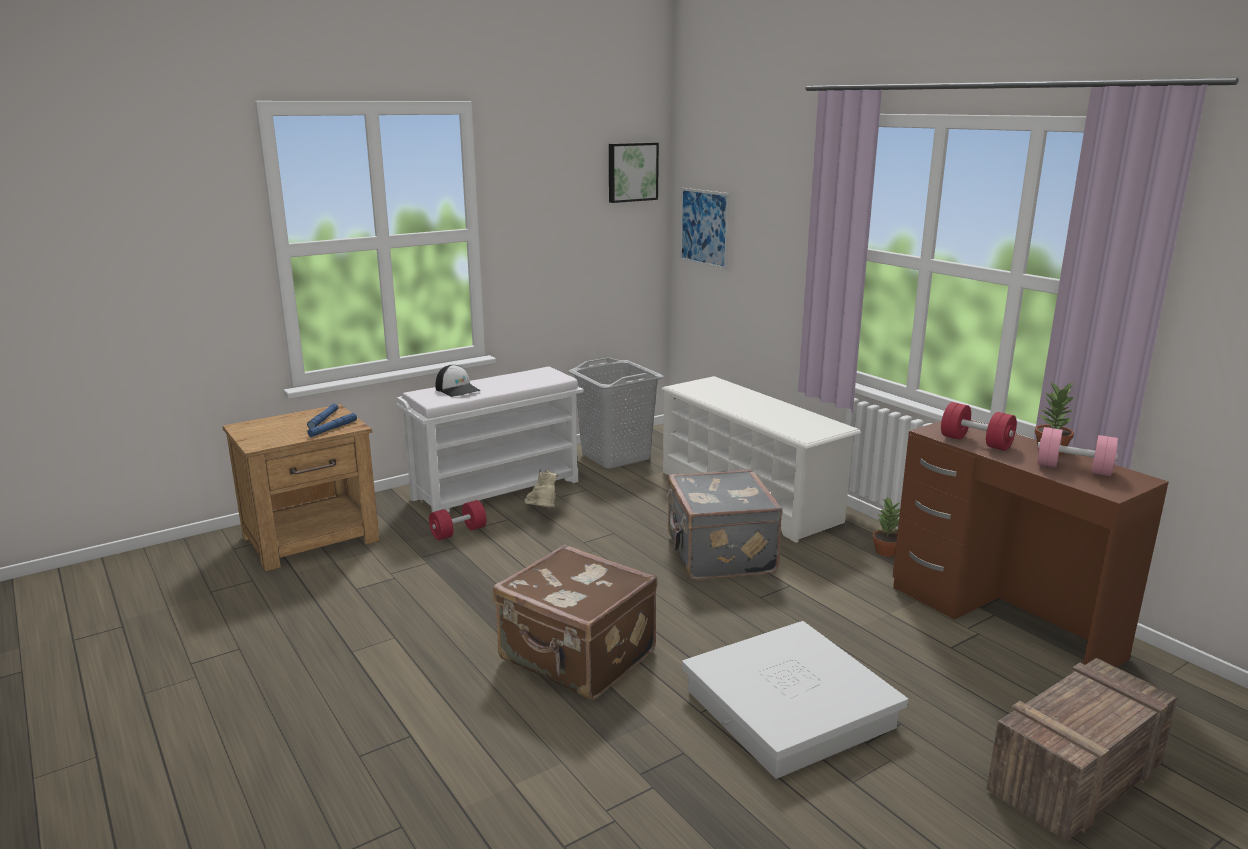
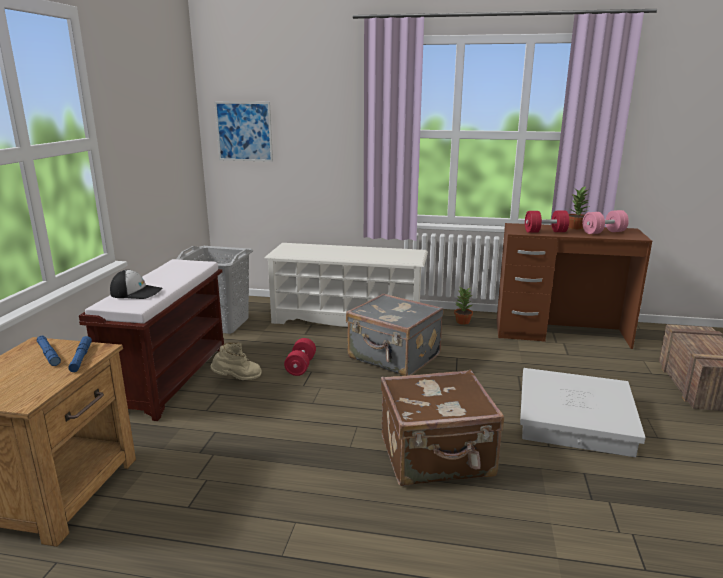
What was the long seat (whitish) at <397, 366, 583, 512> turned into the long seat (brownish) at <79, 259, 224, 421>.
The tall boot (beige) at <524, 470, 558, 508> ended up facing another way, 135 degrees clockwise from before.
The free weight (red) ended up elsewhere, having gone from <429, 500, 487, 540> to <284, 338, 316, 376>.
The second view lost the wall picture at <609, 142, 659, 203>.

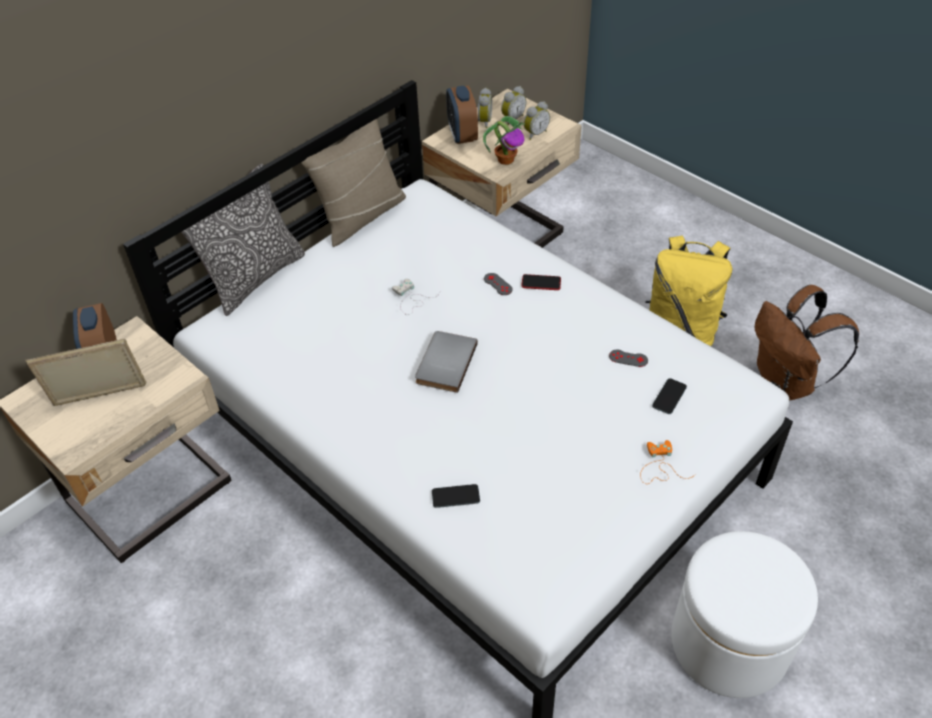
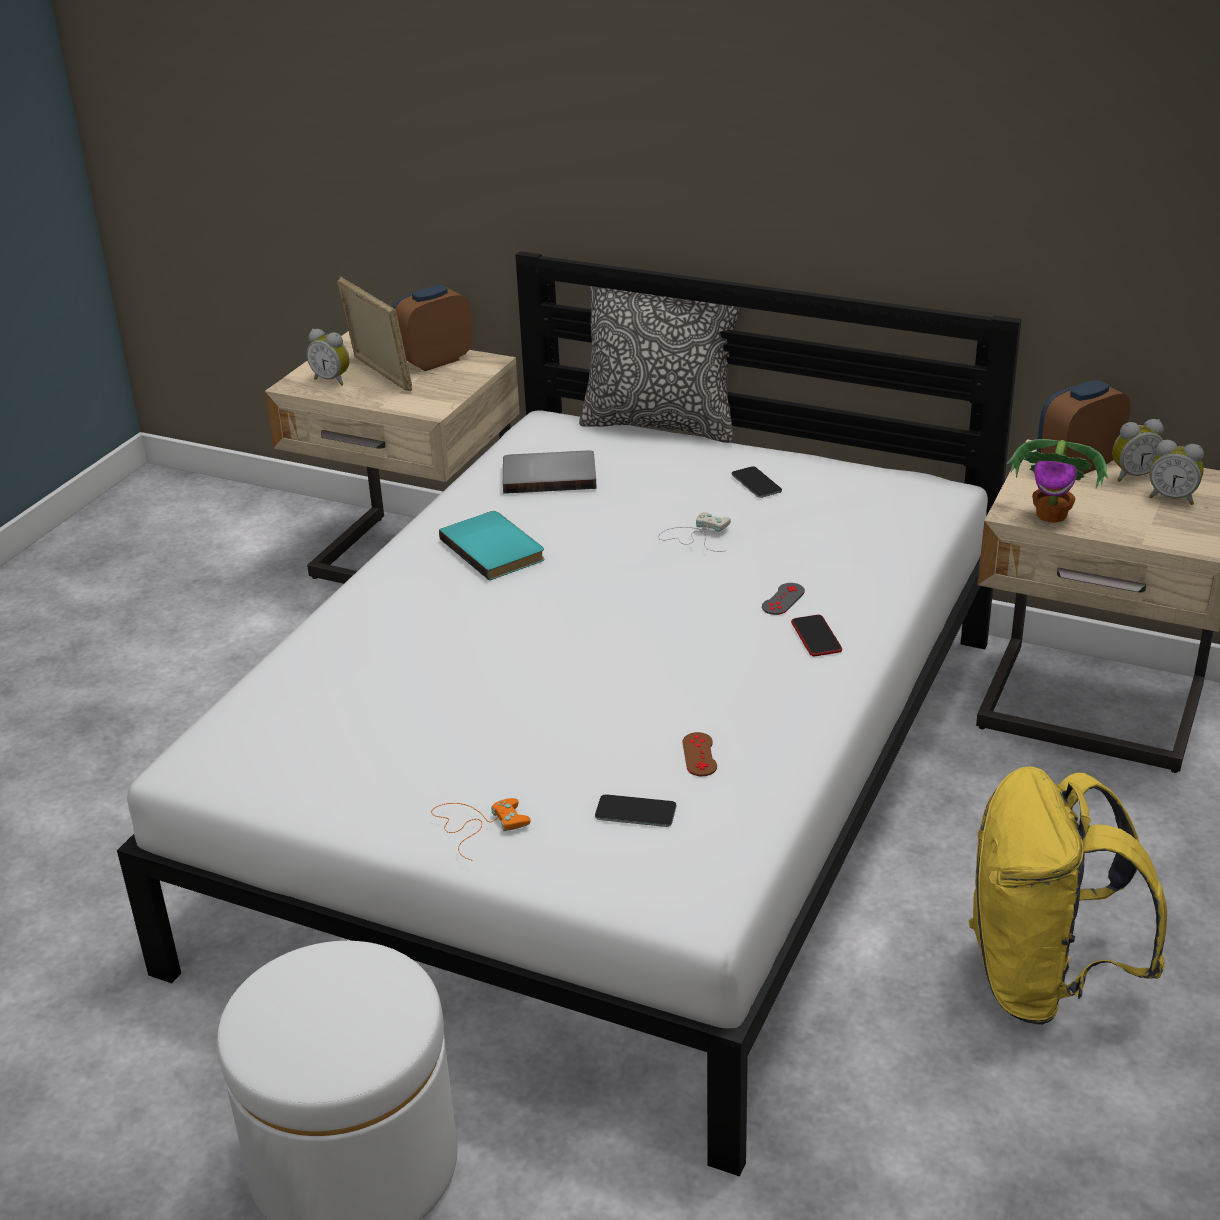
The alarm clock ended up elsewhere, having gone from <524, 101, 550, 140> to <307, 329, 350, 386>.
The second view gained the volume (blue-green) at <439, 511, 545, 581>.
The volume (gray) ended up elsewhere, having gone from <415, 331, 478, 393> to <503, 451, 597, 494>.
What was the gamepad (gray) at <609, 349, 648, 367> turned into the gamepad (brownish) at <683, 732, 717, 776>.
The handset ended up elsewhere, having gone from <432, 484, 480, 508> to <732, 466, 782, 498>.
The second view lost the pillow (beige) at <301, 119, 406, 247>.
The second view lost the backpack (brownish) at <755, 285, 859, 400>.

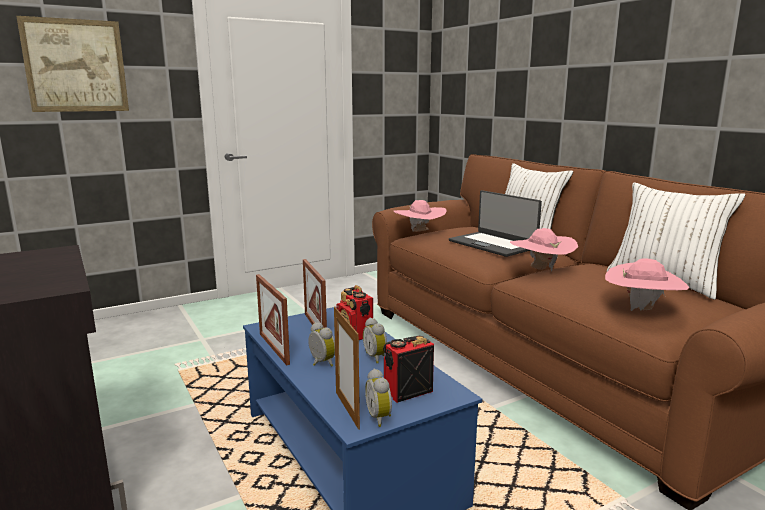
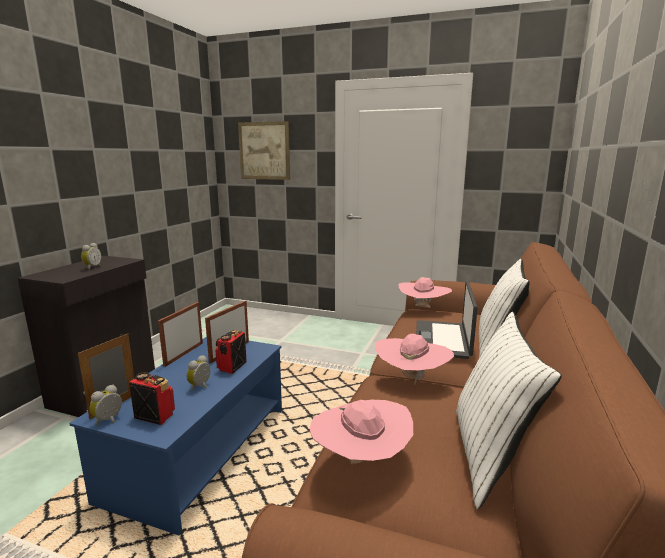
The alarm clock ended up elsewhere, having gone from <308, 322, 335, 367> to <81, 243, 101, 270>.

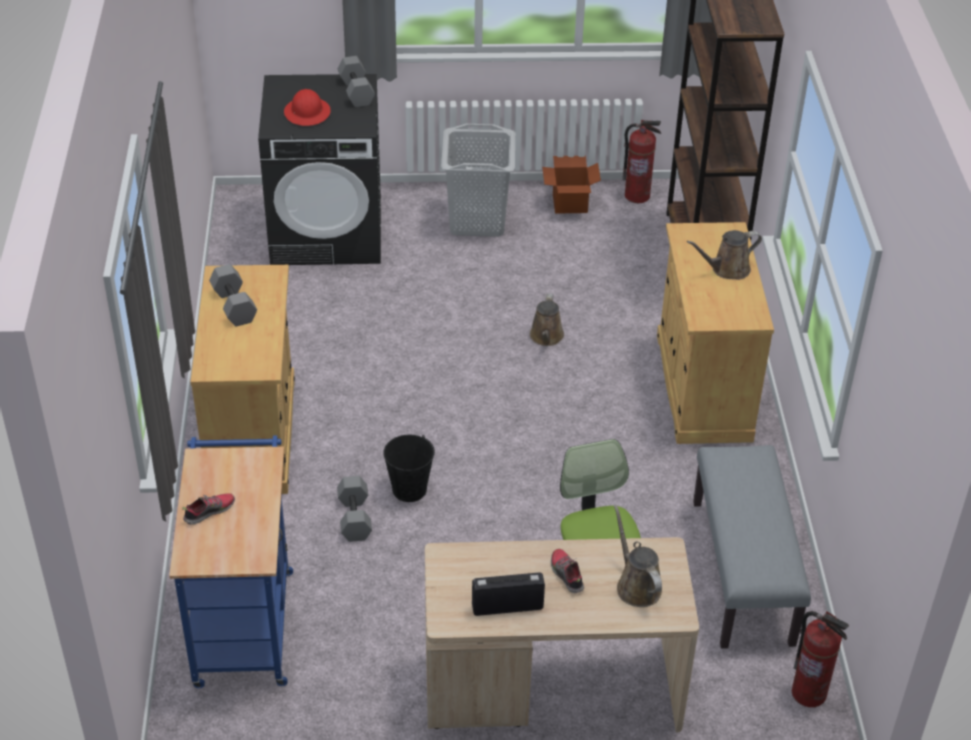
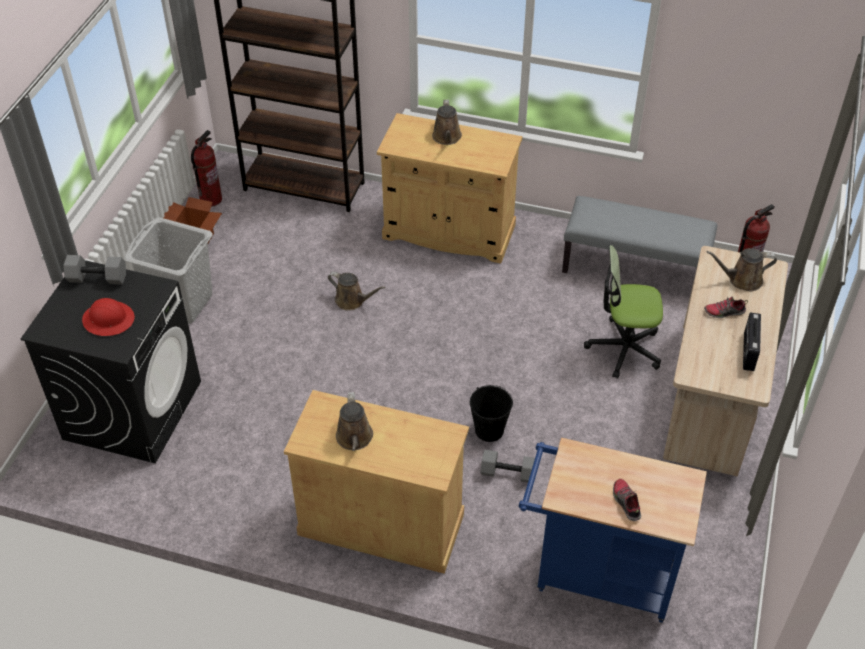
Where the free weight (gray) stood at <209, 264, 257, 327>, the sprinkling can (brownish) came to stand at <336, 392, 373, 451>.

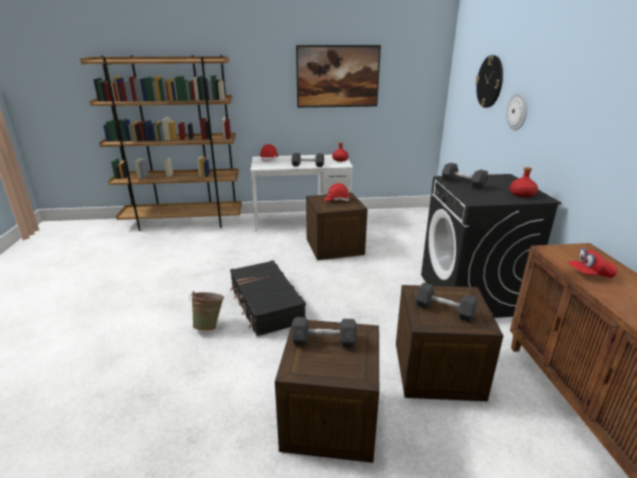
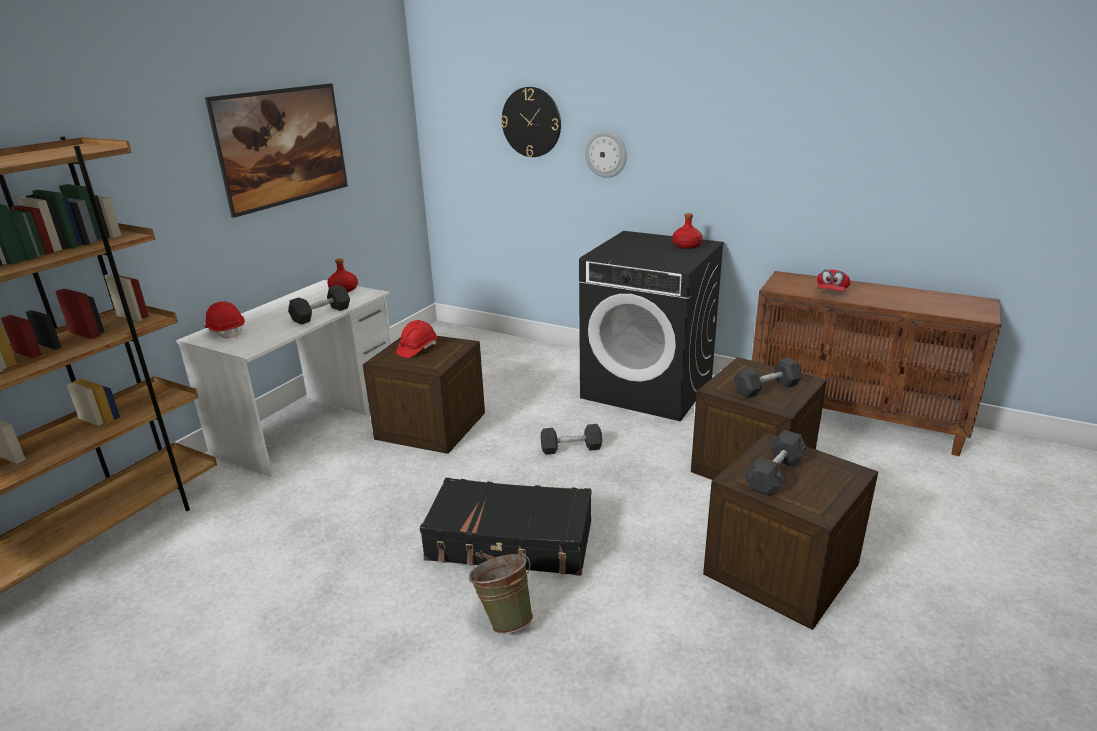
The free weight (gray) ended up elsewhere, having gone from <442, 163, 489, 190> to <541, 424, 602, 455>.

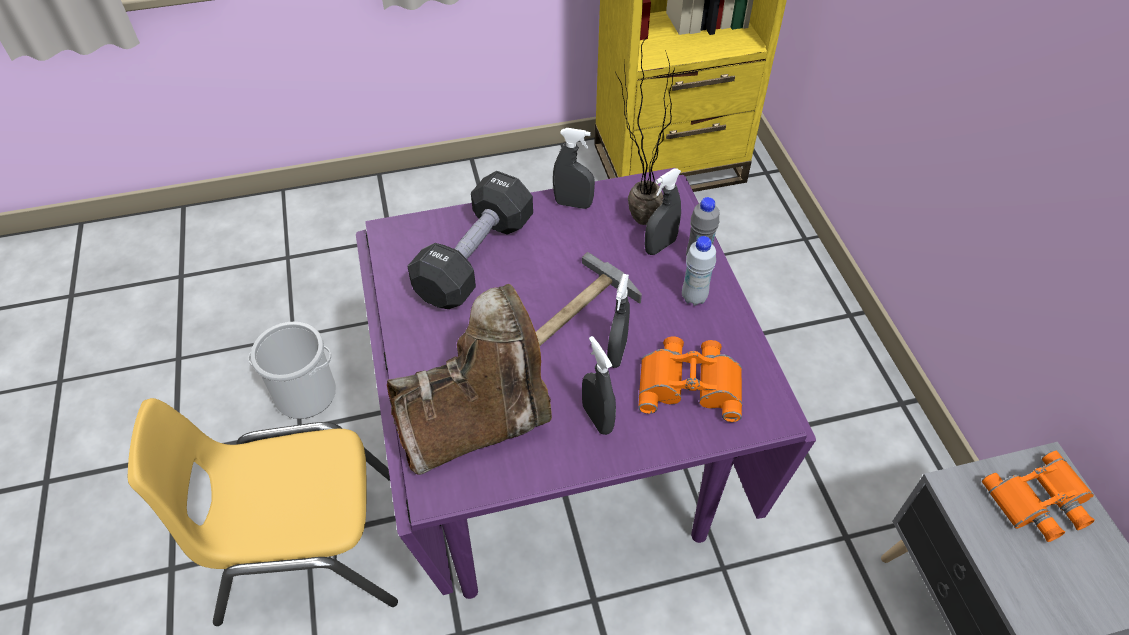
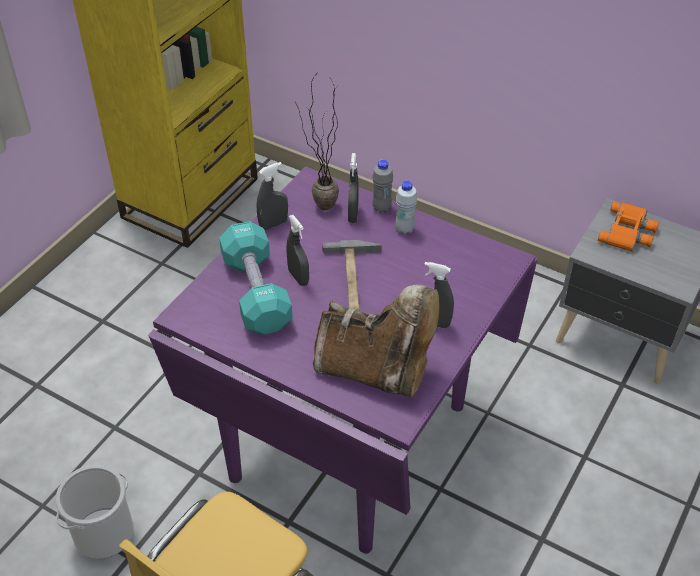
What was the free weight (blackish) at <407, 171, 533, 309> turned into the free weight (blue-green) at <219, 221, 293, 335>.
The hand sprayer (gray) ended up elsewhere, having gone from <607, 274, 630, 368> to <286, 215, 309, 286>.
The tall boot (brownish) at <387, 284, 552, 475> ended up facing another way, 90 degrees clockwise from before.
The second view lost the binoculars (orange-coloured) at <638, 337, 742, 422>.

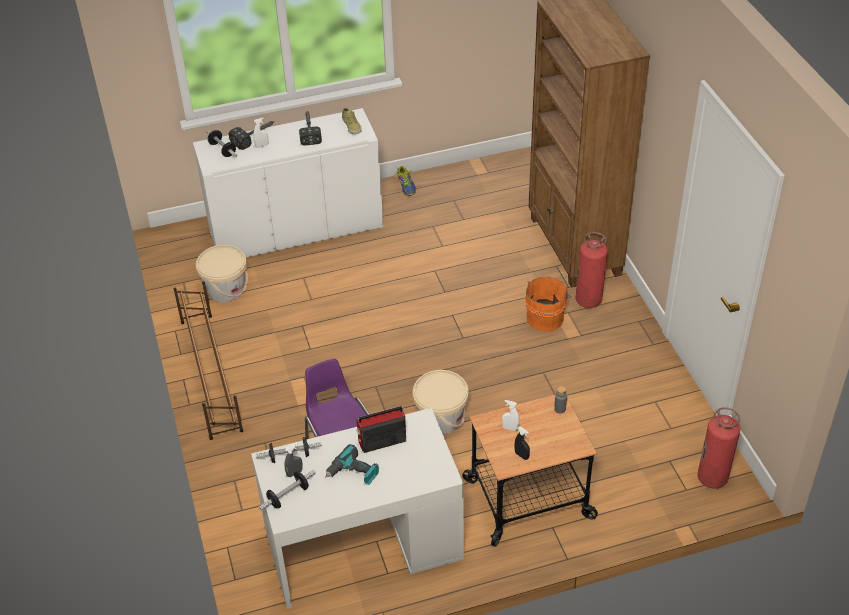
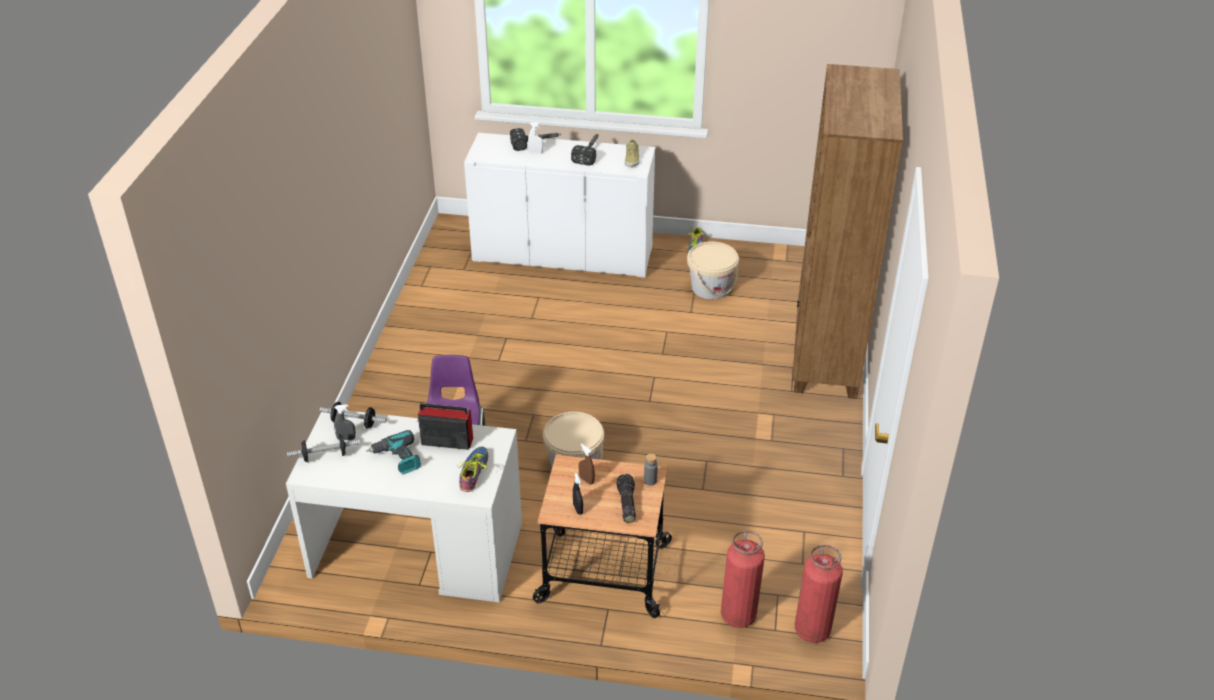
The second view gained the item of footwear at <457, 447, 488, 492>.
What was the hand sprayer (whitish) at <502, 400, 520, 431> turned into the hand sprayer (brownish) at <579, 443, 595, 484>.
The second view gained the flashlight at <616, 474, 636, 523>.
The bucket (beige) ended up elsewhere, having gone from <196, 245, 248, 302> to <687, 241, 739, 299>.
The fire-fighting cylinder ended up elsewhere, having gone from <576, 232, 608, 308> to <721, 530, 765, 628>.
The second view lost the shoe rack (brownish) at <174, 281, 243, 440>.
The second view lost the free weight at <207, 130, 237, 157>.
The second view lost the bucket (orange-coloured) at <525, 276, 571, 332>.

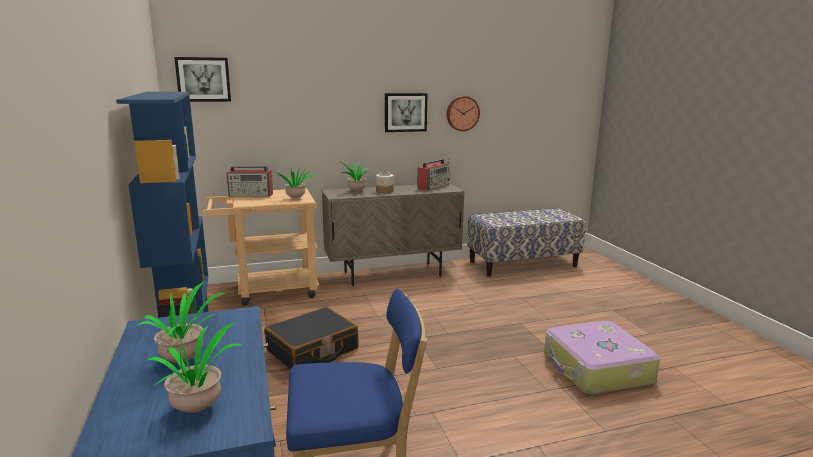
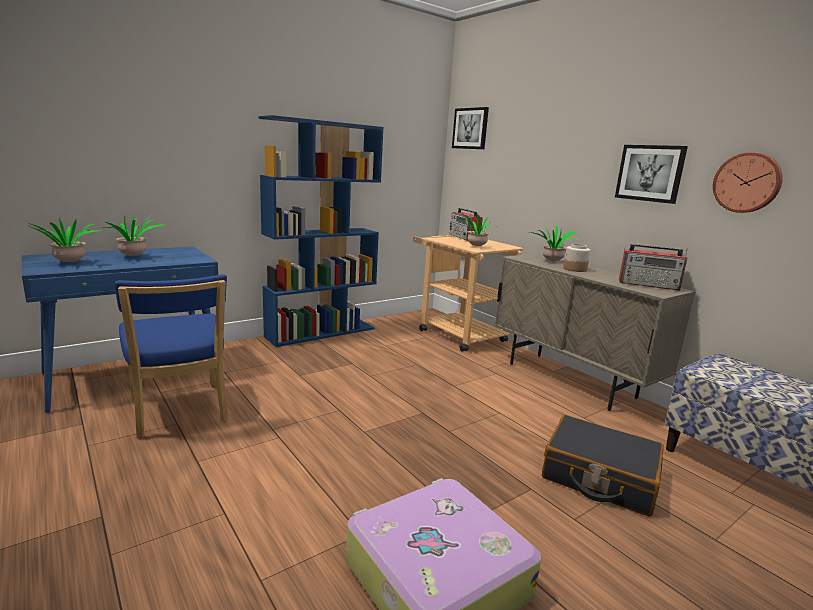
The piece of luggage (blackish) ended up elsewhere, having gone from <264, 307, 359, 370> to <542, 415, 664, 516>.

